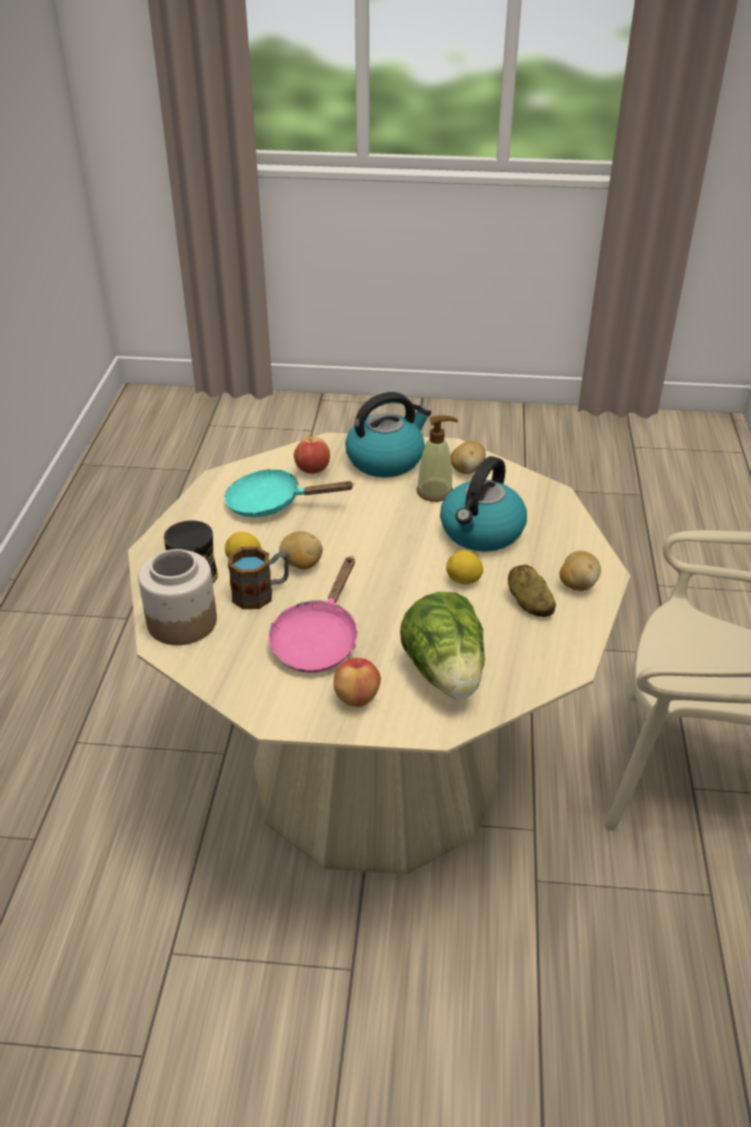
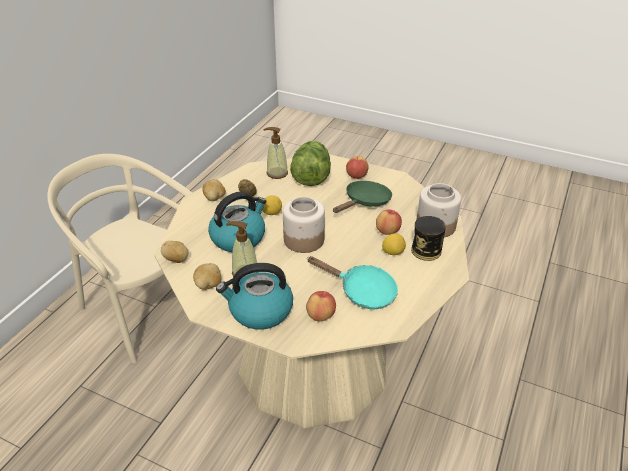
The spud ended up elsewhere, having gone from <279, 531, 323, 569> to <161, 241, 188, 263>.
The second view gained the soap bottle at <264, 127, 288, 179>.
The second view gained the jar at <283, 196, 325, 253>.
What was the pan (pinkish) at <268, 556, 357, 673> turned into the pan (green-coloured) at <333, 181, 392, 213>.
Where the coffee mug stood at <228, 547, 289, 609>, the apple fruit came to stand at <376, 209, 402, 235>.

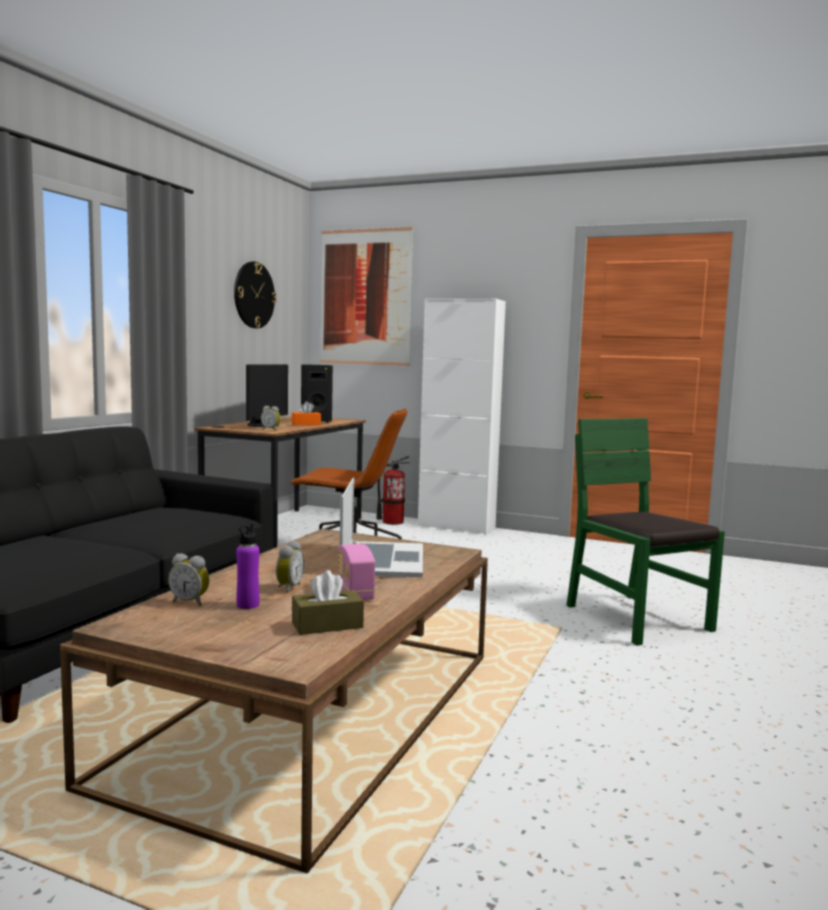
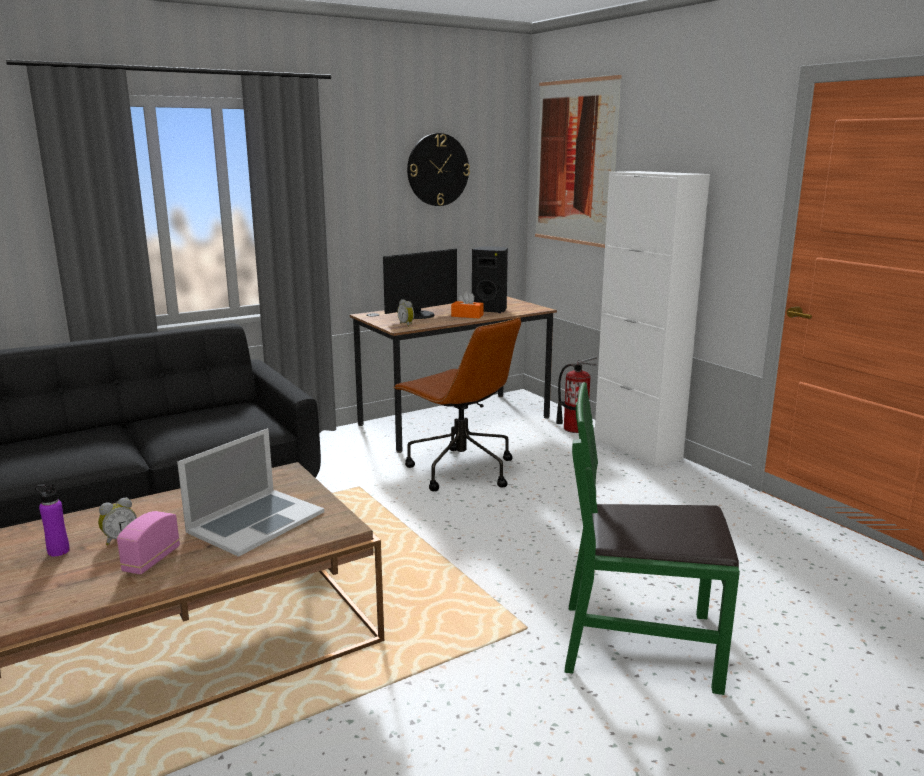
The chair (green-coloured) at <566, 418, 725, 646> ended up facing another way, 90 degrees counterclockwise from before.
The second view lost the alarm clock at <168, 553, 210, 606>.
The second view lost the tissue box (brownish) at <292, 570, 364, 635>.

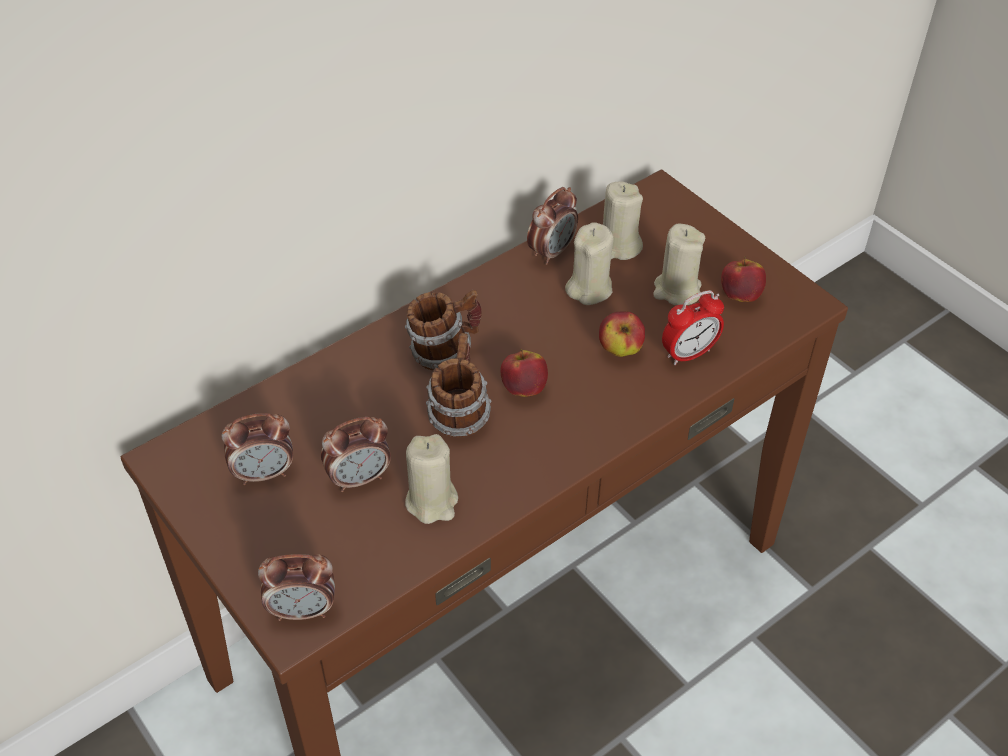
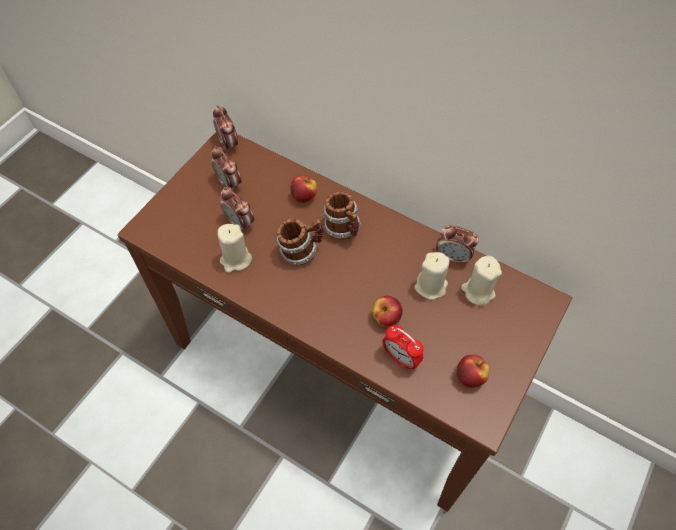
The alarm clock ended up elsewhere, having gone from <258, 554, 335, 621> to <213, 105, 238, 152>.
The apple fruit ended up elsewhere, having gone from <500, 349, 548, 397> to <290, 175, 317, 203>.
The second view lost the wax candle (beige) at <653, 224, 705, 305>.

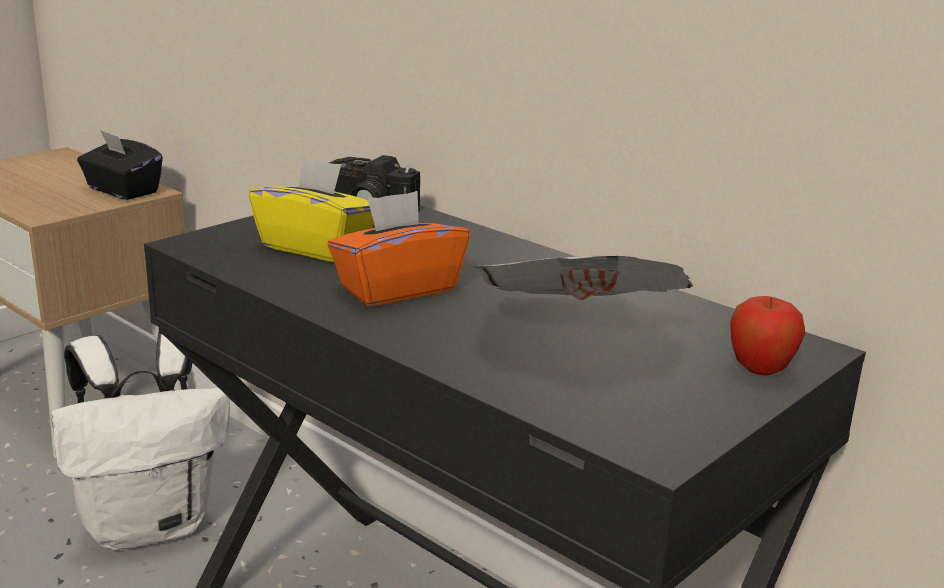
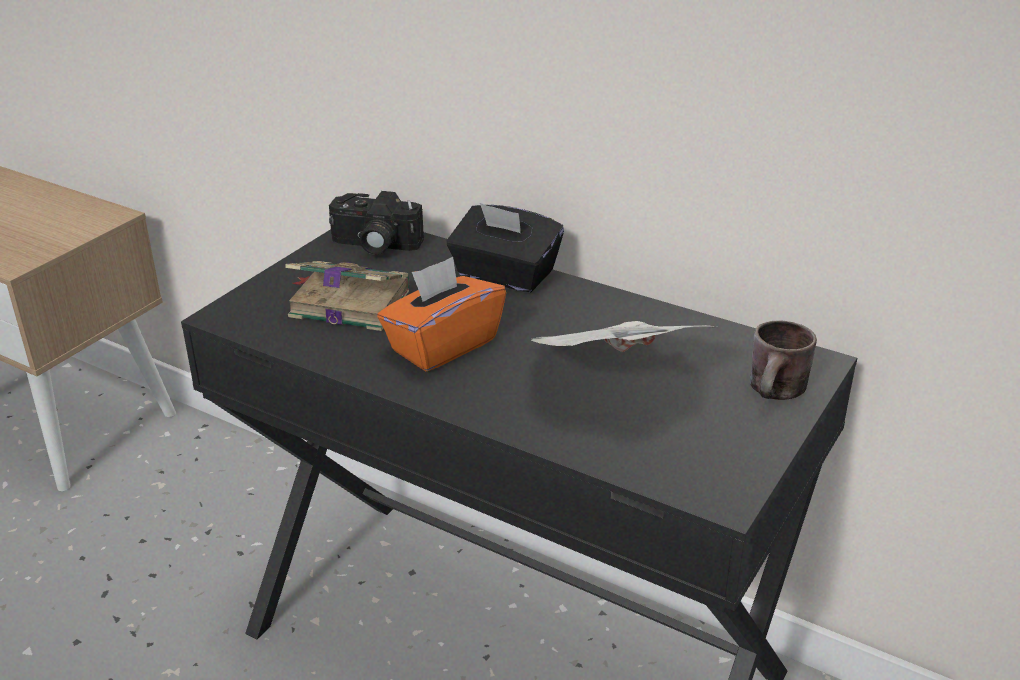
Where the tissue box (yellow-coloured) stood at <249, 157, 374, 262>, the volume came to stand at <285, 261, 409, 331>.
The tissue box (blackish) ended up elsewhere, having gone from <77, 130, 163, 200> to <447, 203, 564, 292>.
Where the apple fruit stood at <730, 296, 805, 376>, the coffee mug (brownish) came to stand at <750, 321, 817, 400>.
The second view lost the backpack (whitish) at <51, 332, 230, 550>.

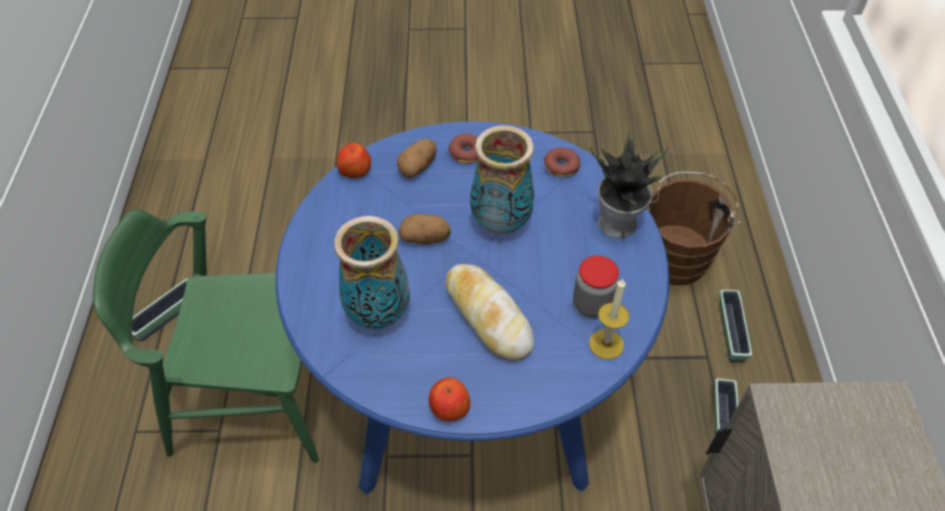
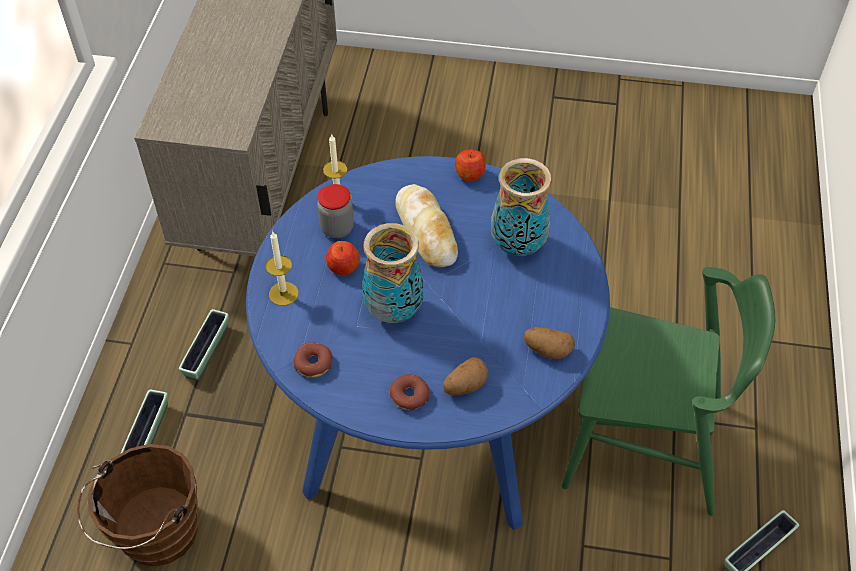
Where the plant in a pot stood at <590, 130, 668, 238>, the wax candle came to stand at <266, 232, 299, 306>.
The apple fruit ended up elsewhere, having gone from <336, 143, 371, 178> to <326, 241, 360, 275>.
The spud ended up elsewhere, having gone from <398, 214, 451, 244> to <524, 327, 575, 359>.

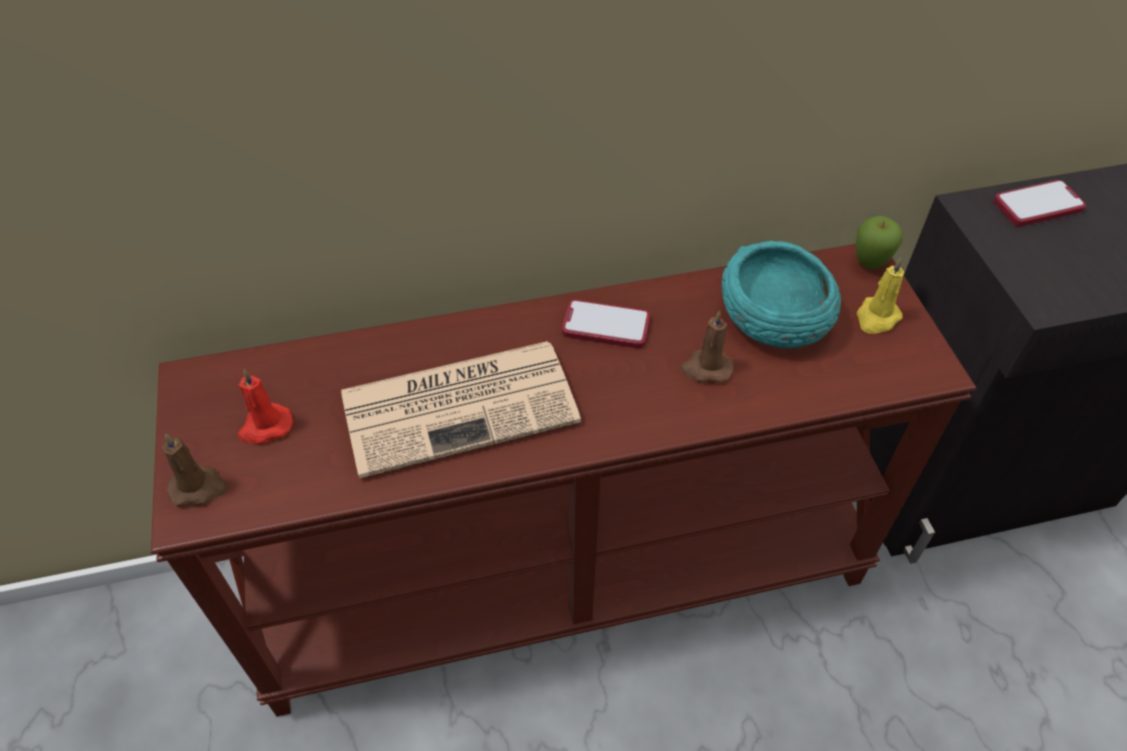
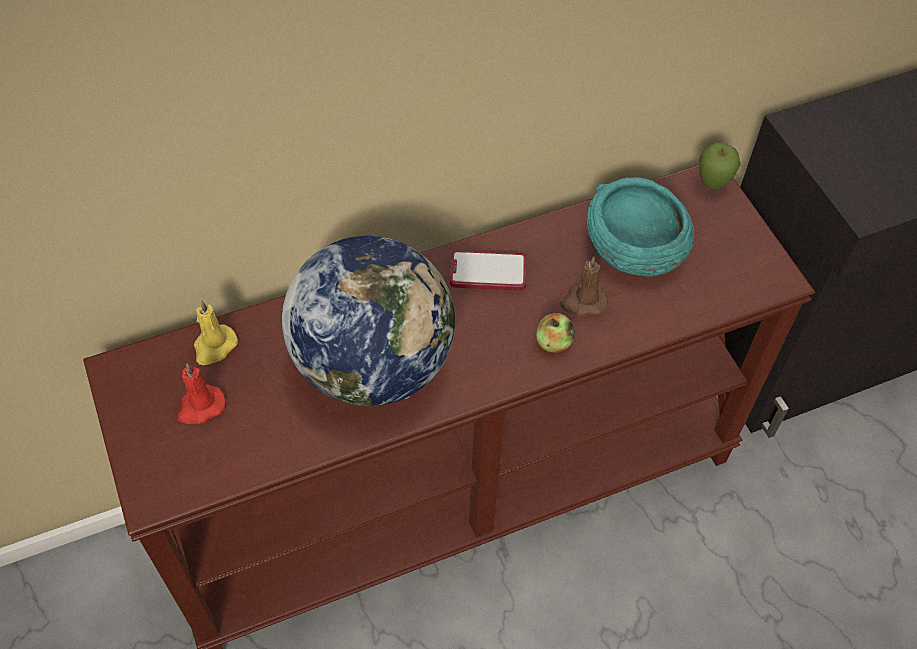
The wax candle (yellow-coloured) ended up elsewhere, having gone from <856, 258, 904, 334> to <194, 300, 238, 365>.
Where the printed paper stood at <341, 341, 581, 478>, the globe came to stand at <282, 235, 455, 406>.
The second view gained the apple fruit at <536, 313, 575, 353>.
The second view lost the wax candle (brownish) at <162, 434, 228, 506>.
The second view lost the handset at <994, 180, 1086, 227>.

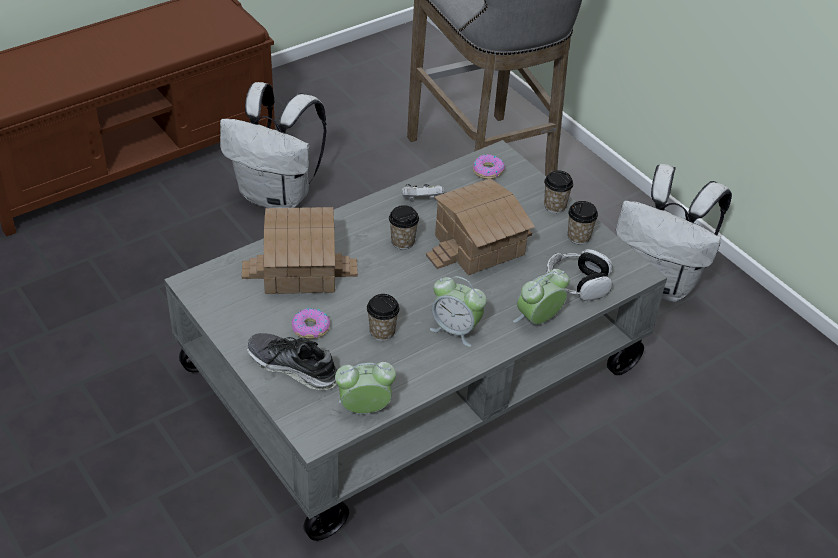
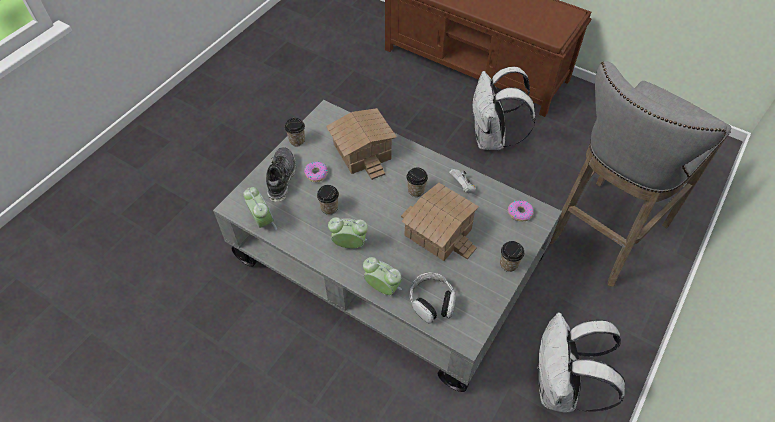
The cup ended up elsewhere, having gone from <568, 201, 598, 244> to <285, 118, 305, 147>.
The alarm clock at <430, 276, 487, 347> ended up facing another way, 90 degrees clockwise from before.

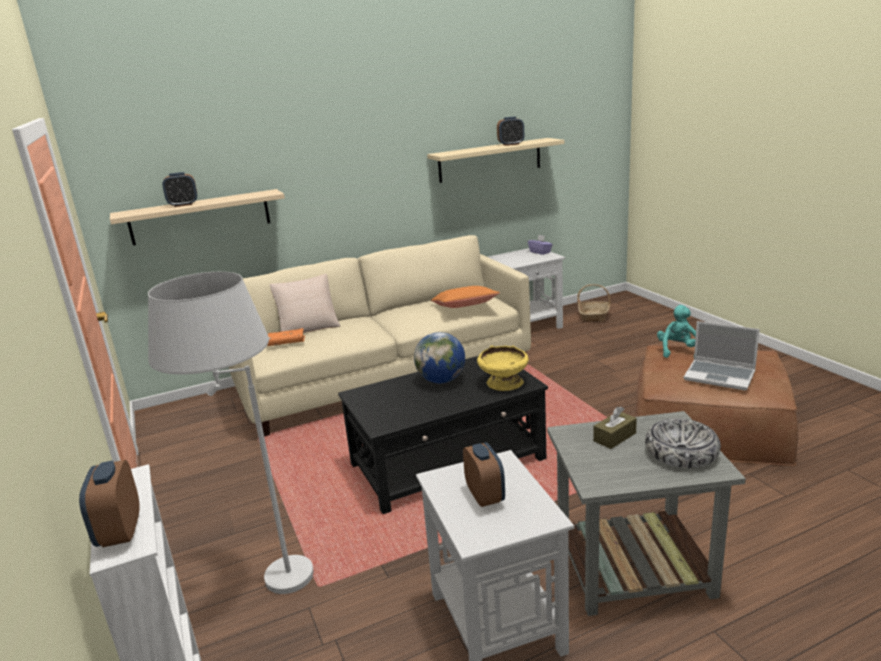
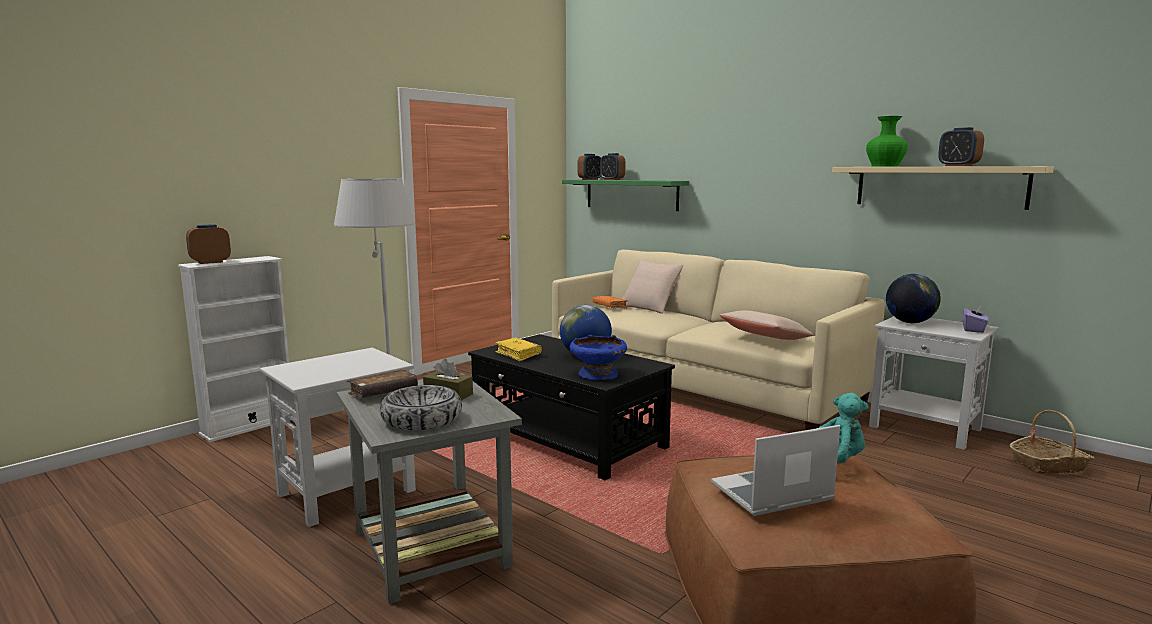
The second view gained the volume (brownish) at <347, 369, 418, 398>.
The second view gained the volume (yellow-coloured) at <495, 338, 542, 361>.
What was the shelf (beige) at <110, 189, 285, 245> turned into the shelf (green-coloured) at <562, 180, 689, 211>.
What was the deep dish (yellow-coloured) at <477, 345, 529, 391> turned into the deep dish (bluish) at <570, 335, 627, 380>.
The alarm clock ended up elsewhere, having gone from <463, 442, 505, 507> to <577, 154, 601, 180>.
The portable computer at <684, 321, 760, 391> ended up facing another way, 60 degrees clockwise from before.
What was the pillow (orange-coloured) at <431, 286, 500, 308> turned into the pillow (beige) at <720, 310, 814, 340>.
The second view gained the flower vase (green-coloured) at <866, 116, 908, 167>.
The second view gained the globe at <886, 274, 941, 323>.

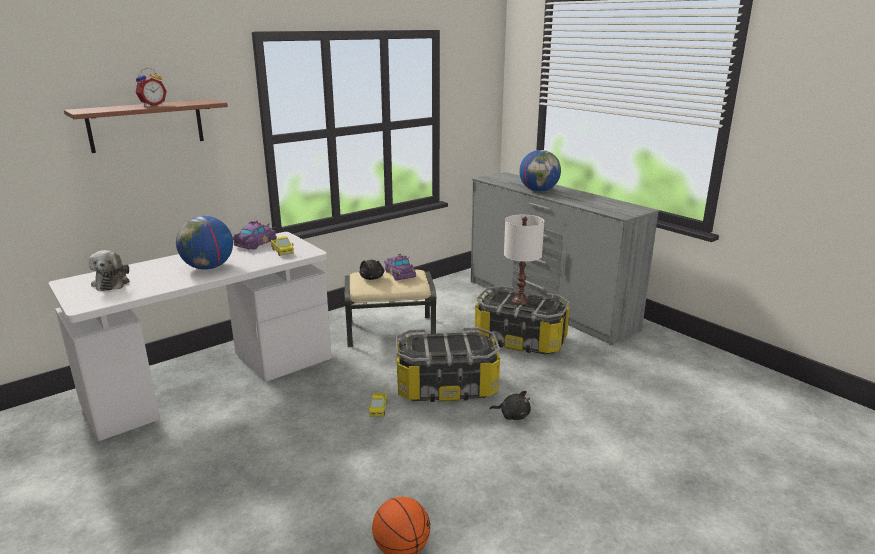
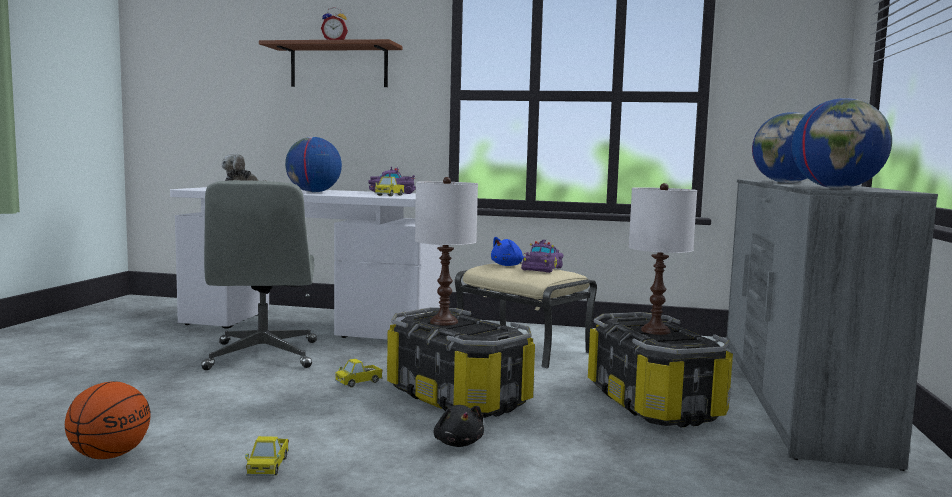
The second view gained the office chair (gray) at <201, 180, 317, 370>.
The second view gained the model truck at <245, 436, 289, 476>.
The second view gained the lamp for a table (whitish) at <415, 177, 478, 325>.
What was the plush toy (blackish) at <359, 260, 384, 280> turned into the plush toy (bluish) at <491, 237, 524, 266>.
The second view gained the globe at <792, 98, 892, 189>.

